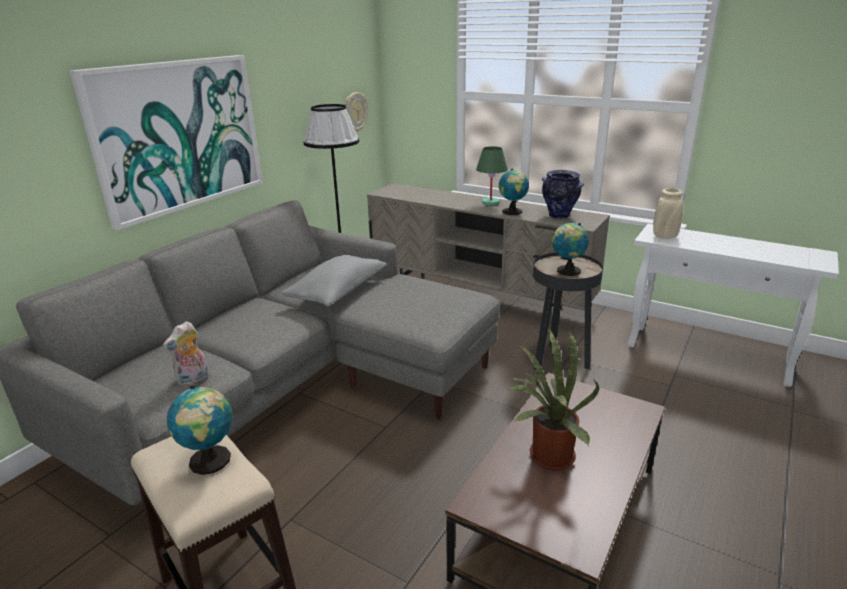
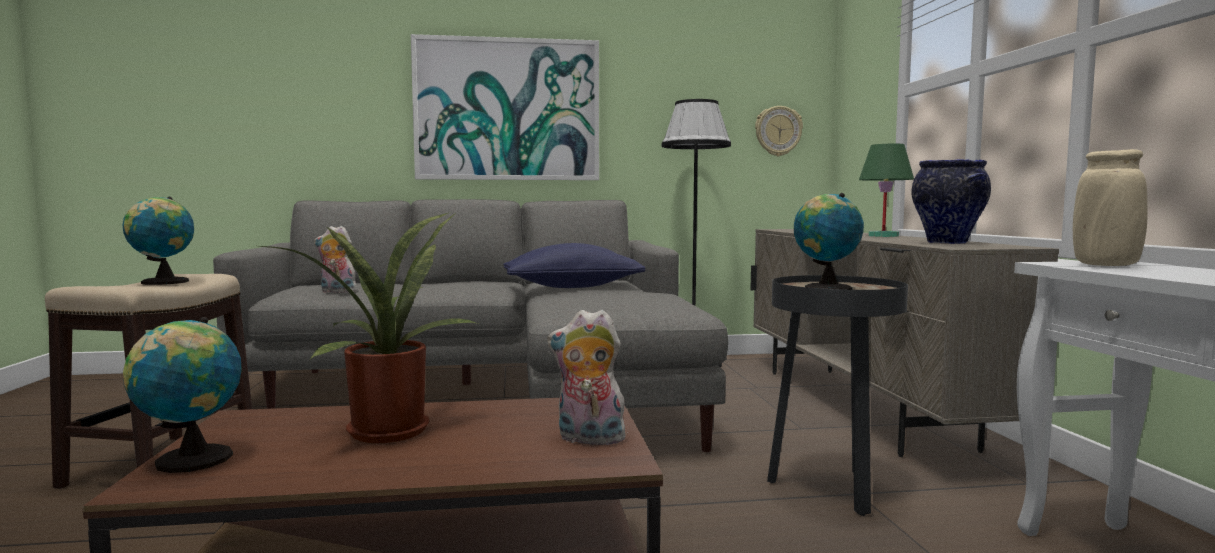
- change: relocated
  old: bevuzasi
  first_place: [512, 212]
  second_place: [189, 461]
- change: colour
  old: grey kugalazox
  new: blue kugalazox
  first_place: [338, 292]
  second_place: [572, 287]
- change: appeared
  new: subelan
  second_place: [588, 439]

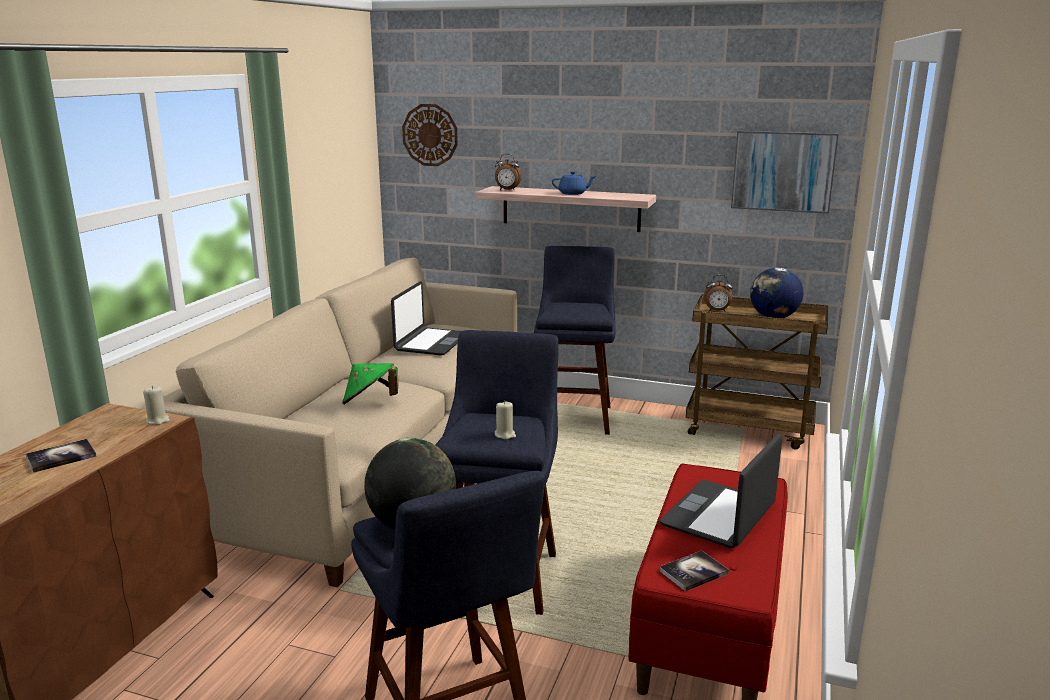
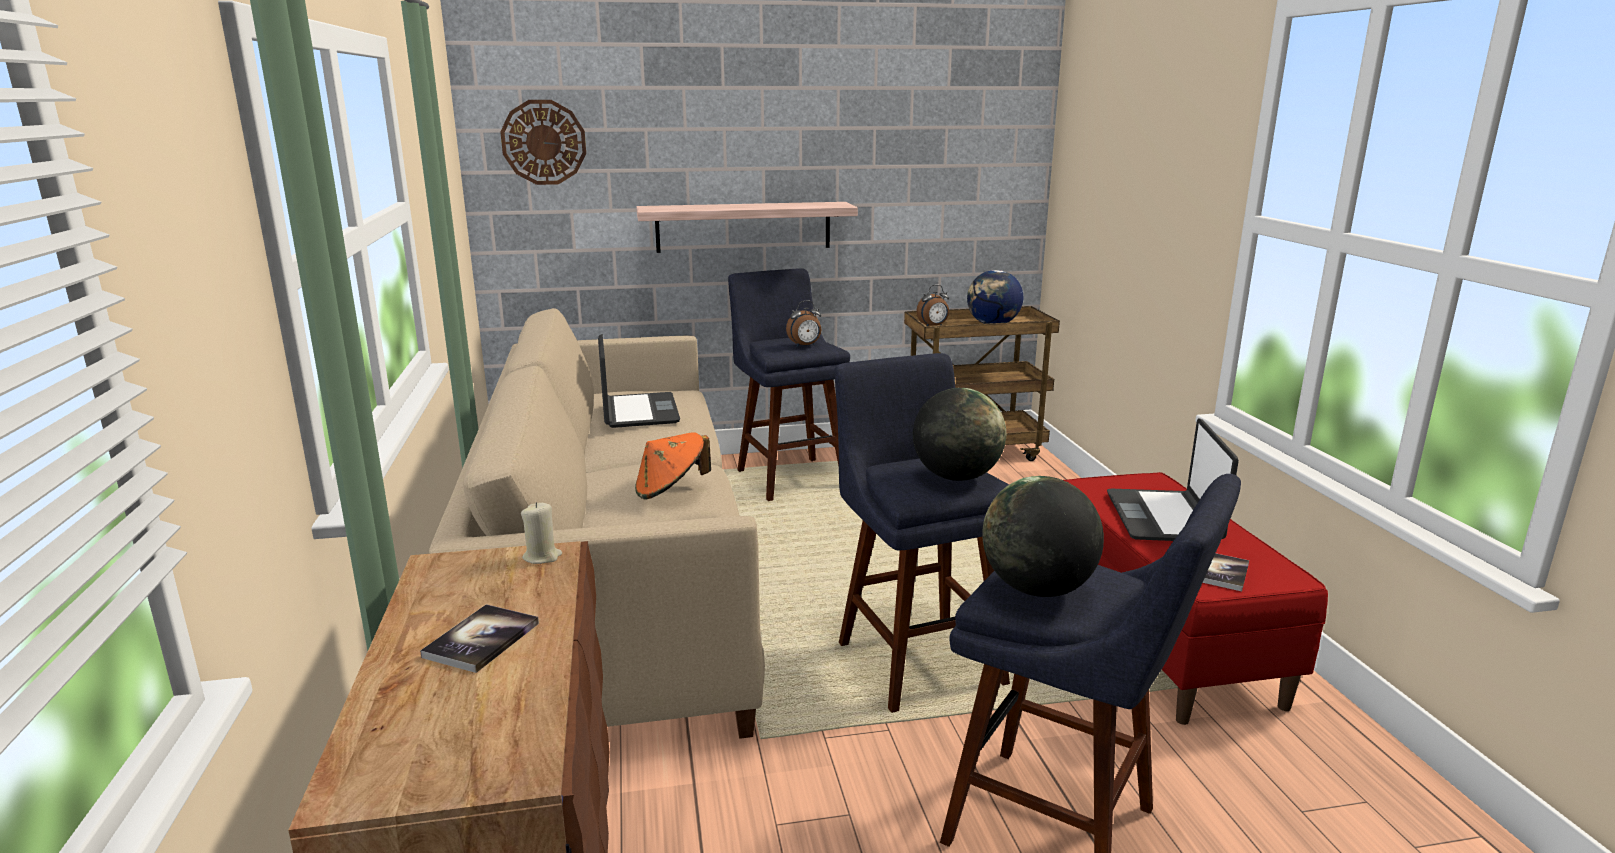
- change: missing
  old: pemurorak
  first_place: [783, 171]
- change: relocated
  old: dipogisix
  first_place: [507, 190]
  second_place: [805, 346]
- change: missing
  old: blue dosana
  first_place: [573, 193]
- change: colour
  old: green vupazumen
  new: orange vupazumen
  first_place: [369, 402]
  second_place: [671, 490]
- change: exchanged
  old: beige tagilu
  new: bevuzasi
  first_place: [505, 435]
  second_place: [956, 477]

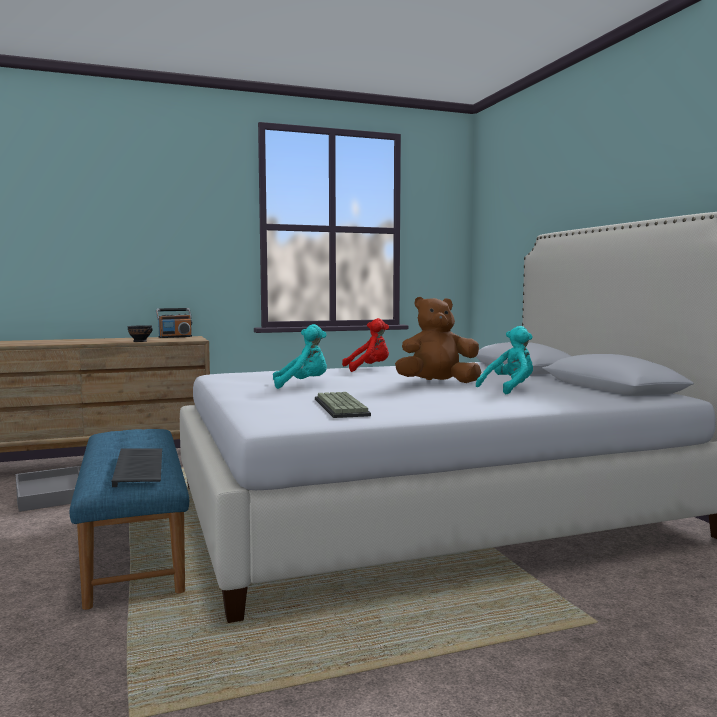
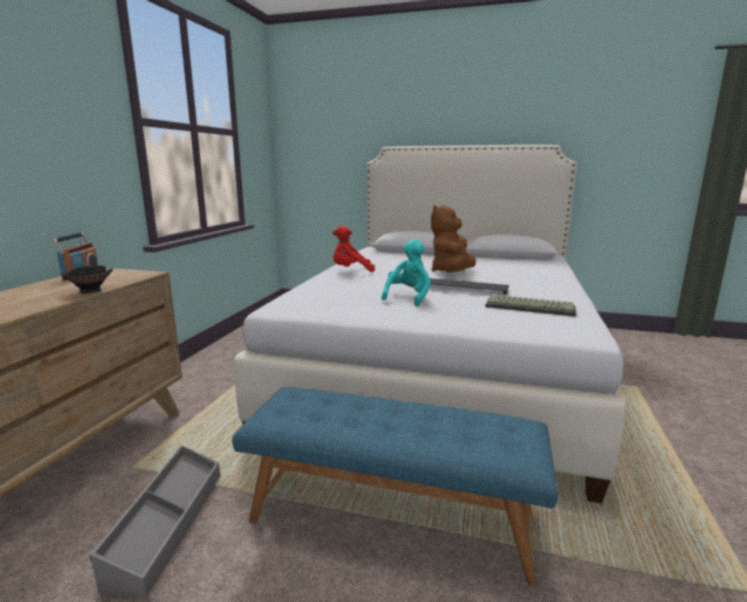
- change: spun
  old: red subelan
  first_place: [369, 369]
  second_place: [351, 271]
  degrees: -120
- change: missing
  old: turquoise subelan
  first_place: [510, 389]
- change: relocated
  old: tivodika
  first_place: [140, 468]
  second_place: [466, 287]

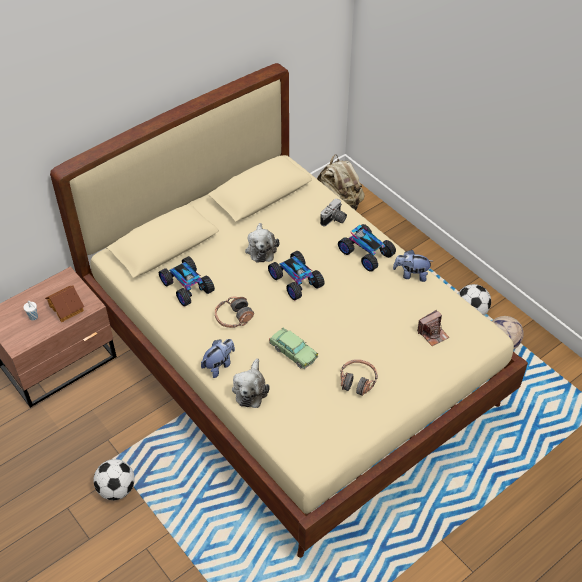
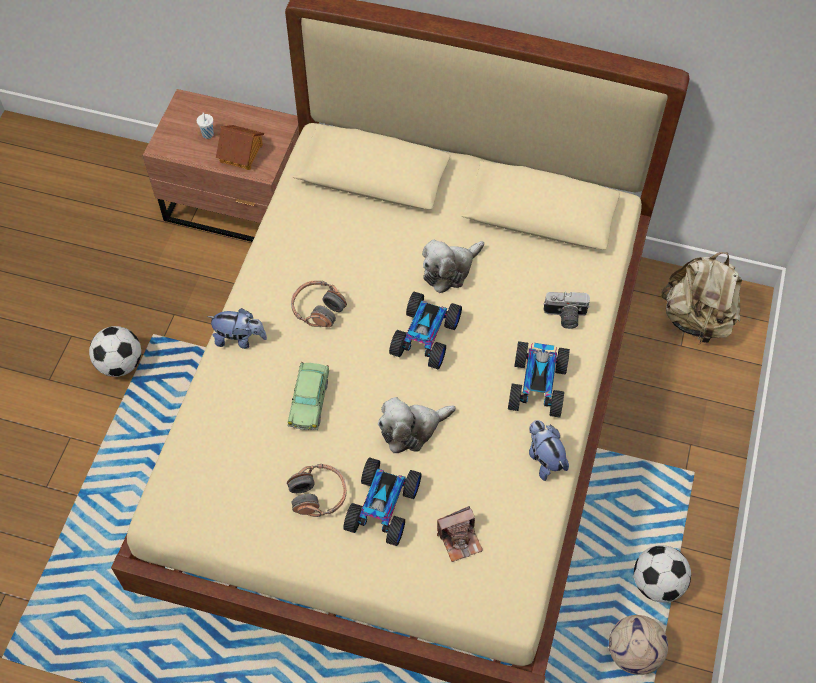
- change: relocated
  old: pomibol
  first_place: [187, 286]
  second_place: [384, 507]
- change: spun
  old: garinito
  first_place: [433, 334]
  second_place: [460, 539]
  degrees: -45
- change: relocated
  old: subelan
  first_place: [250, 389]
  second_place: [412, 429]

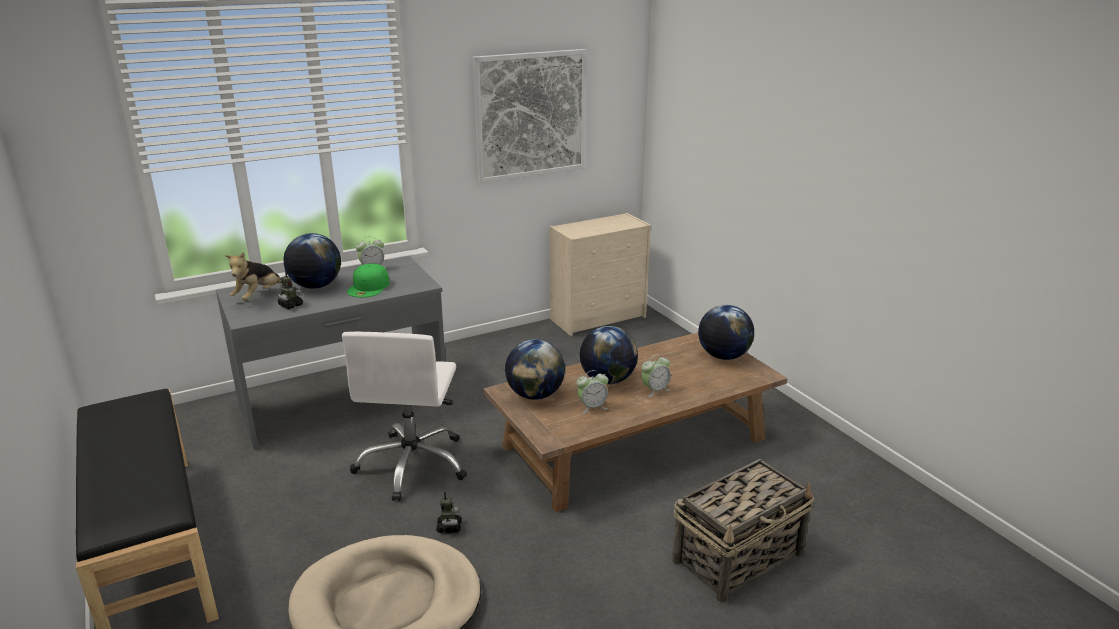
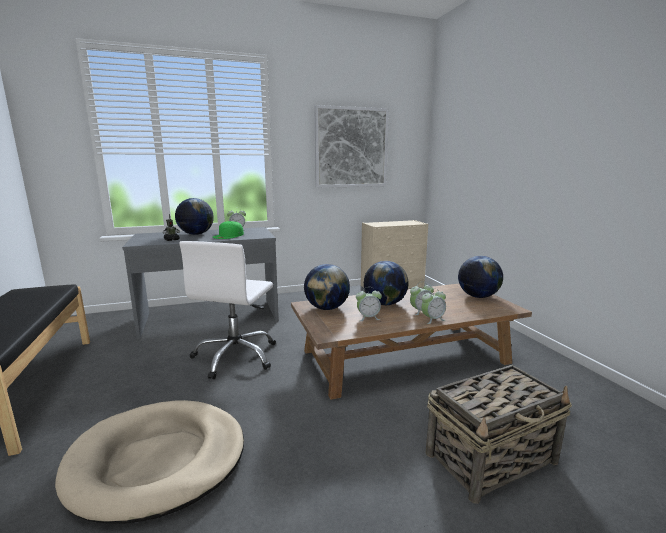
- change: missing
  old: subelan
  first_place: [258, 296]
- change: missing
  old: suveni
  first_place: [449, 528]
- change: appeared
  new: dipogisix
  second_place: [432, 319]

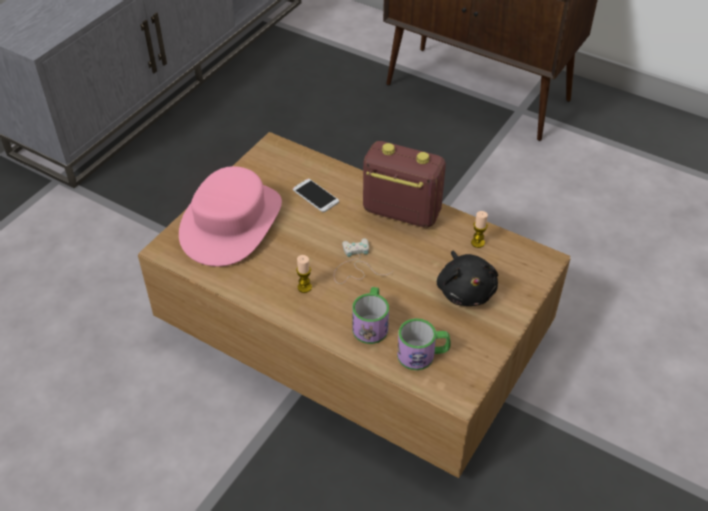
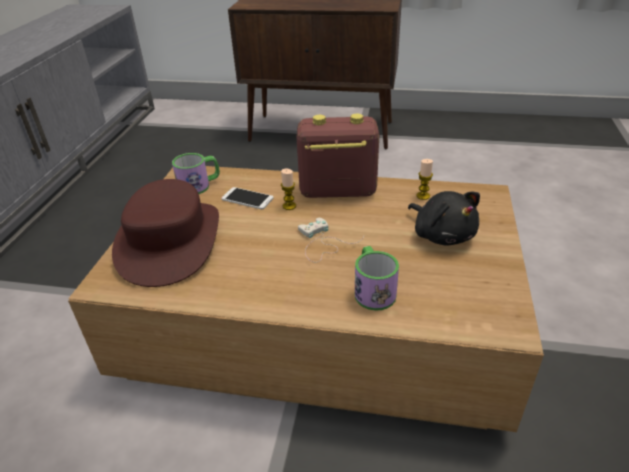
- change: colour
  old: pink vupazumen
  new: brown vupazumen
  first_place: [231, 222]
  second_place: [169, 241]
- change: relocated
  old: tagilu
  first_place: [304, 287]
  second_place: [289, 206]
- change: relocated
  old: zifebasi
  first_place: [422, 355]
  second_place: [199, 185]

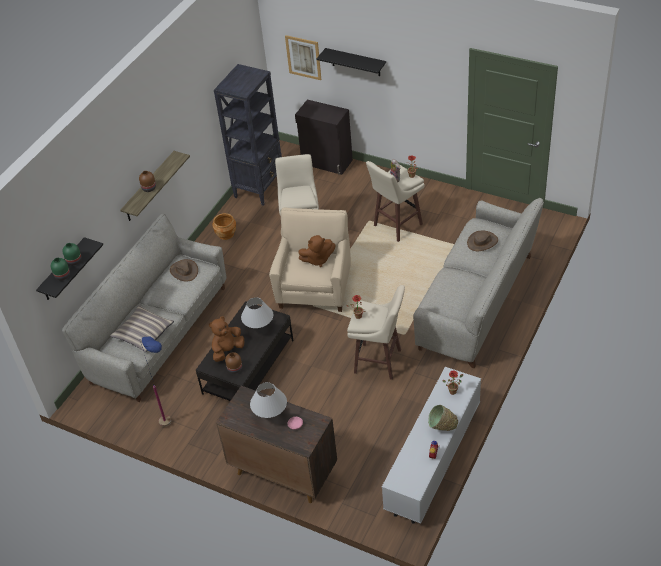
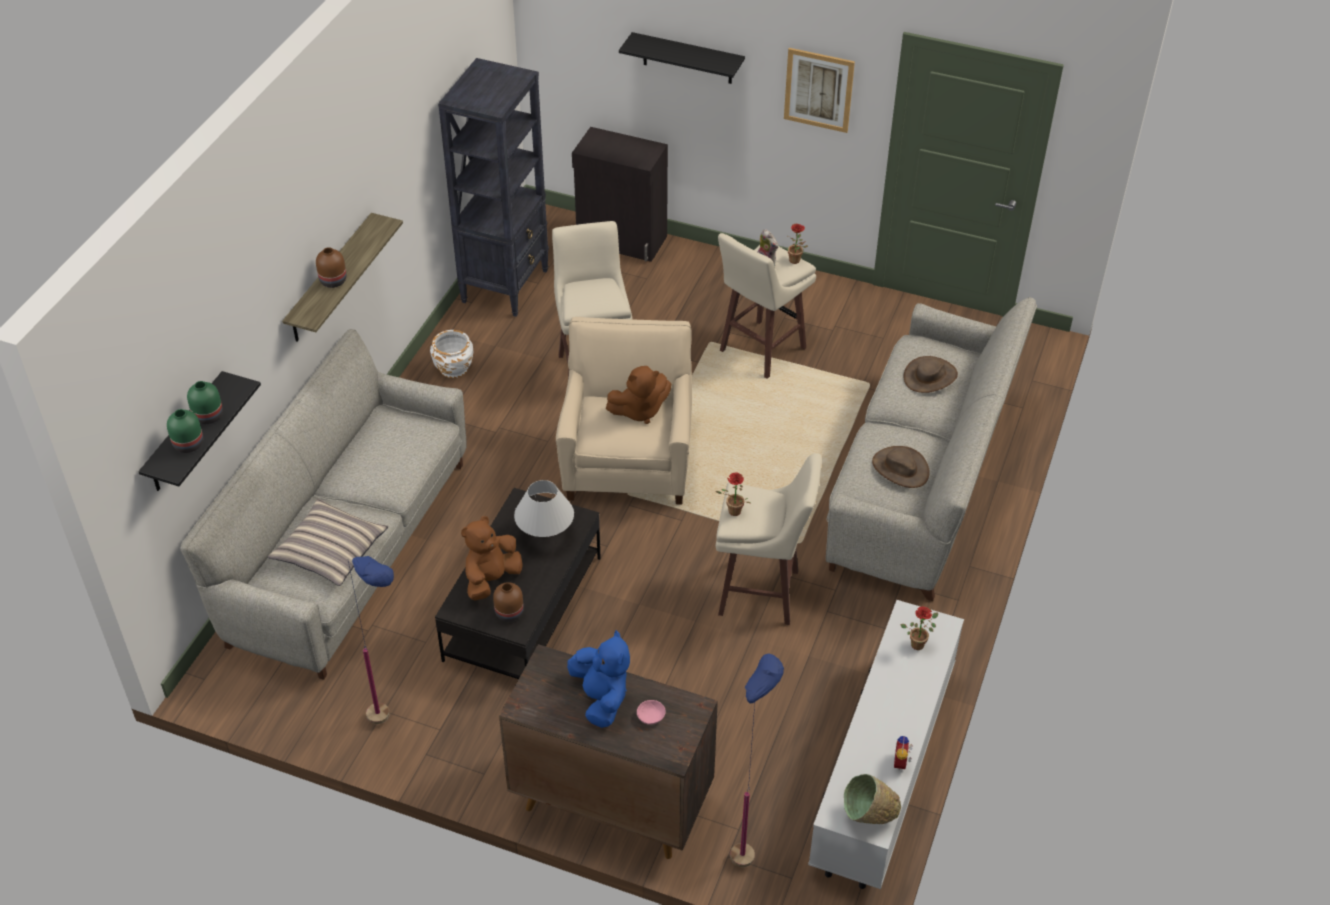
- change: relocated
  old: pemurorak
  first_place: [303, 57]
  second_place: [818, 90]
- change: colour
  old: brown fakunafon
  new: white fakunafon
  first_place: [226, 234]
  second_place: [453, 368]
- change: relocated
  old: brown vupazumen
  first_place: [184, 271]
  second_place: [900, 468]
- change: exchanged
  old: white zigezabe
  new: blue subelan
  first_place: [270, 415]
  second_place: [601, 698]
- change: relocated
  old: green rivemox
  first_place: [442, 427]
  second_place: [868, 817]
- change: appeared
  new: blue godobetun
  second_place: [749, 842]

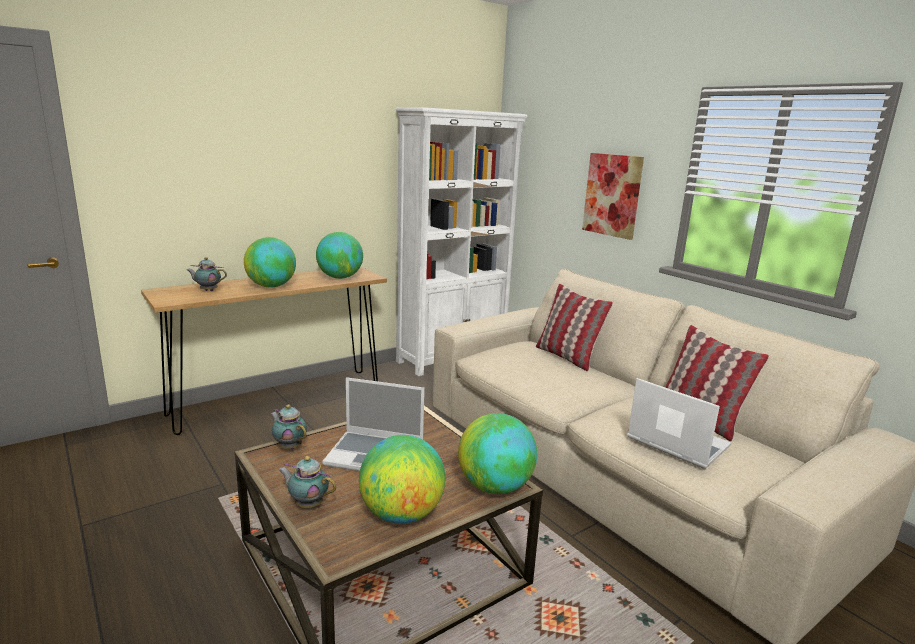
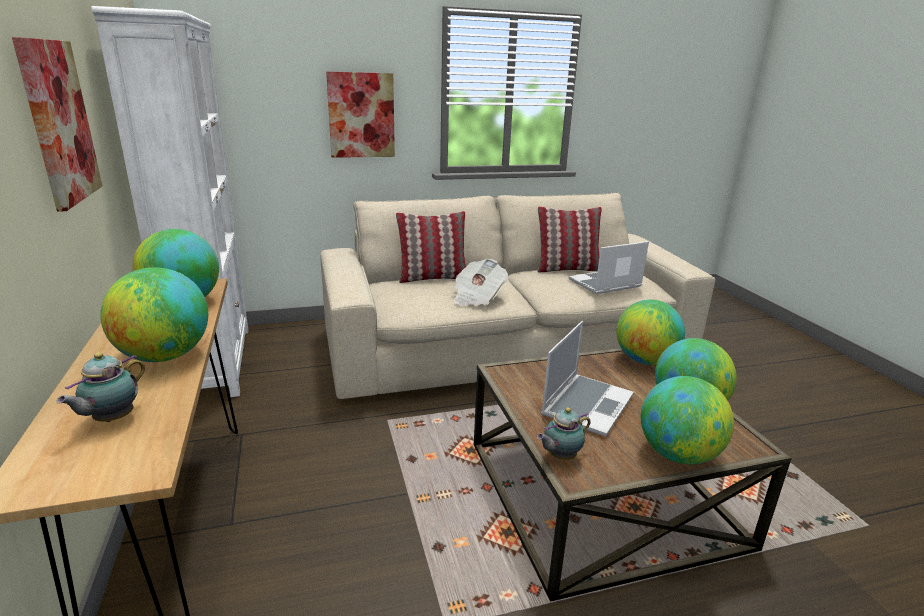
- change: exchanged
  old: dosana
  new: bevuzasi
  first_place: [307, 504]
  second_place: [678, 454]
- change: appeared
  new: pemurorak
  second_place: [59, 122]
- change: appeared
  new: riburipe
  second_place: [477, 297]

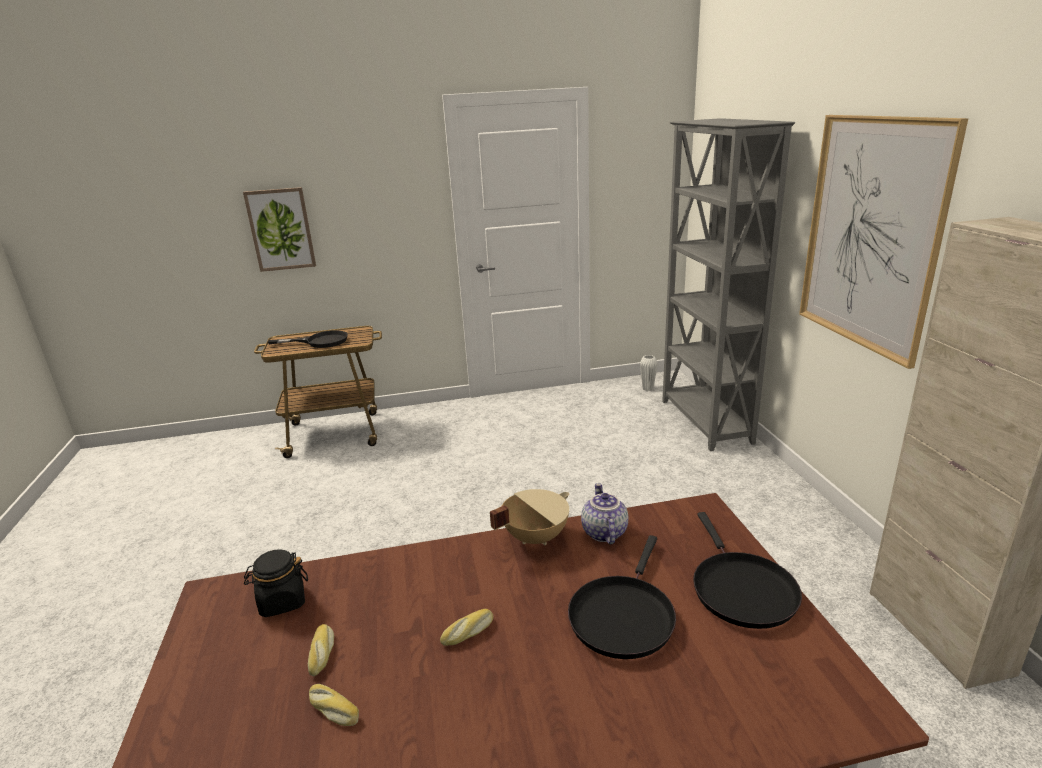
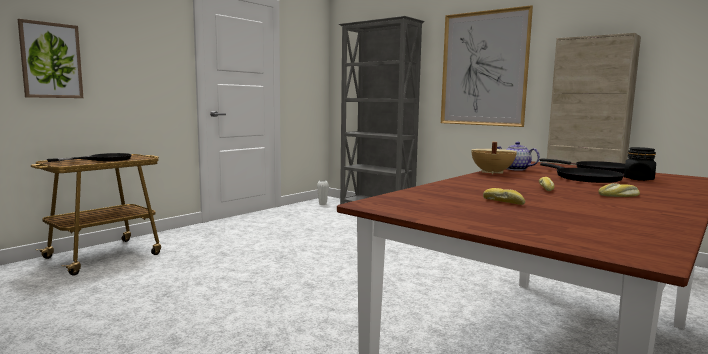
- change: relocated
  old: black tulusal
  first_place: [282, 601]
  second_place: [638, 179]
- change: relocated
  old: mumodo
  first_place: [332, 710]
  second_place: [619, 196]

